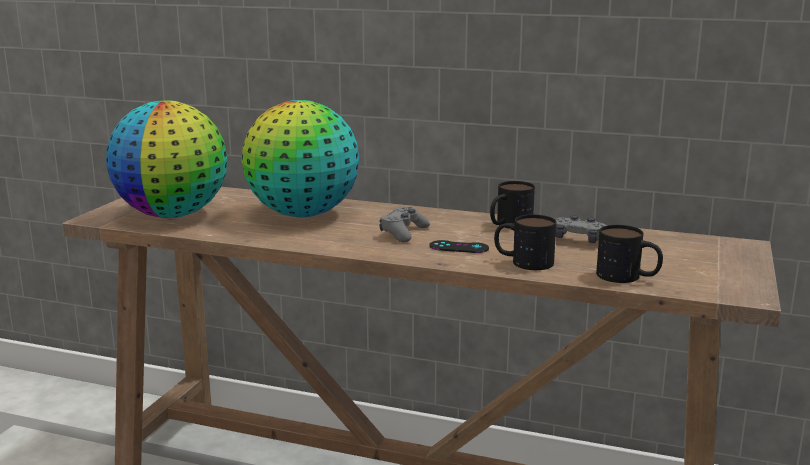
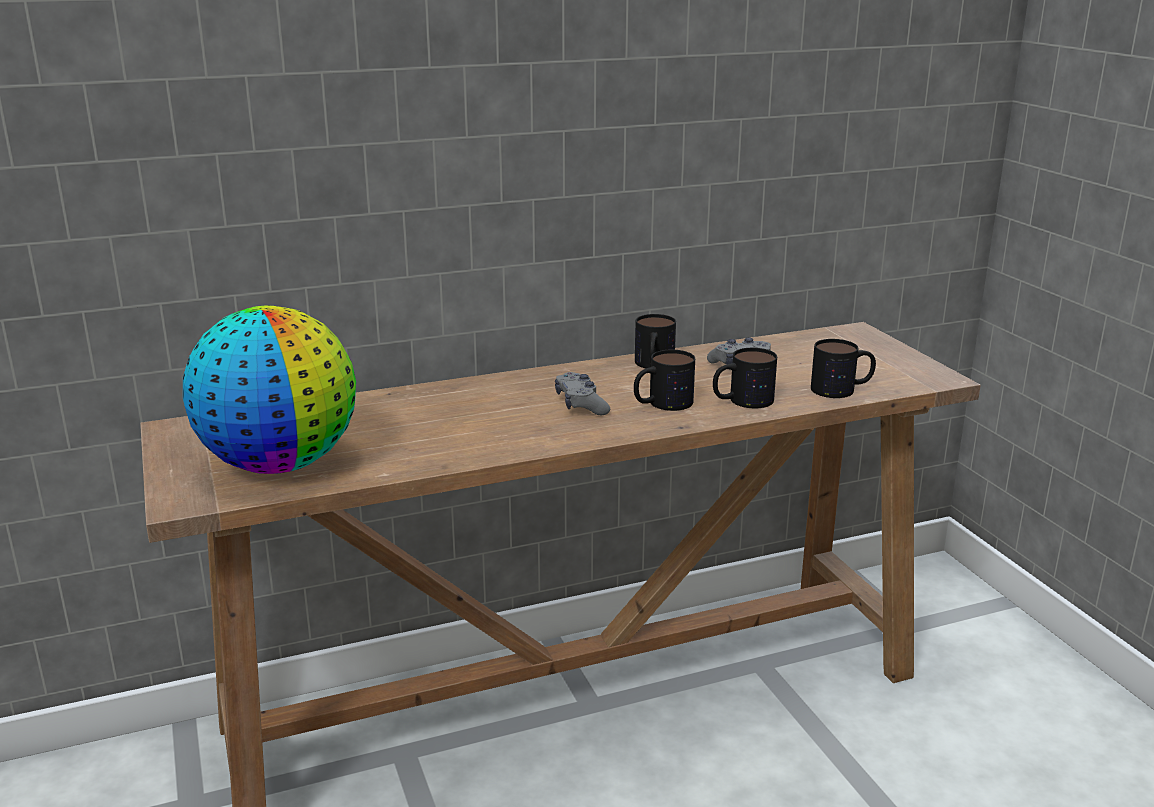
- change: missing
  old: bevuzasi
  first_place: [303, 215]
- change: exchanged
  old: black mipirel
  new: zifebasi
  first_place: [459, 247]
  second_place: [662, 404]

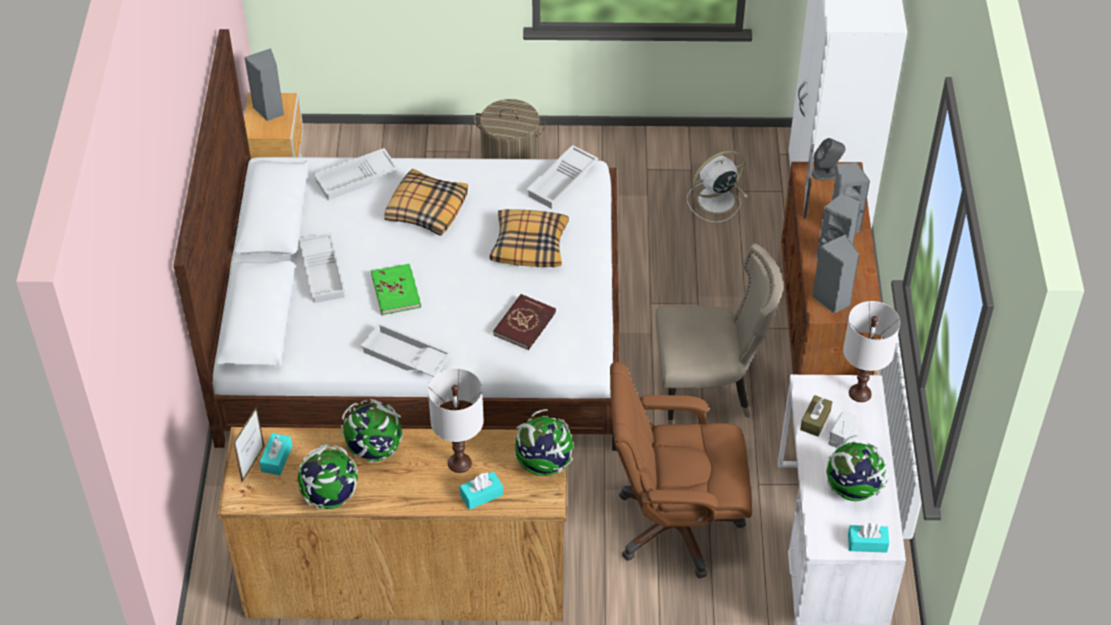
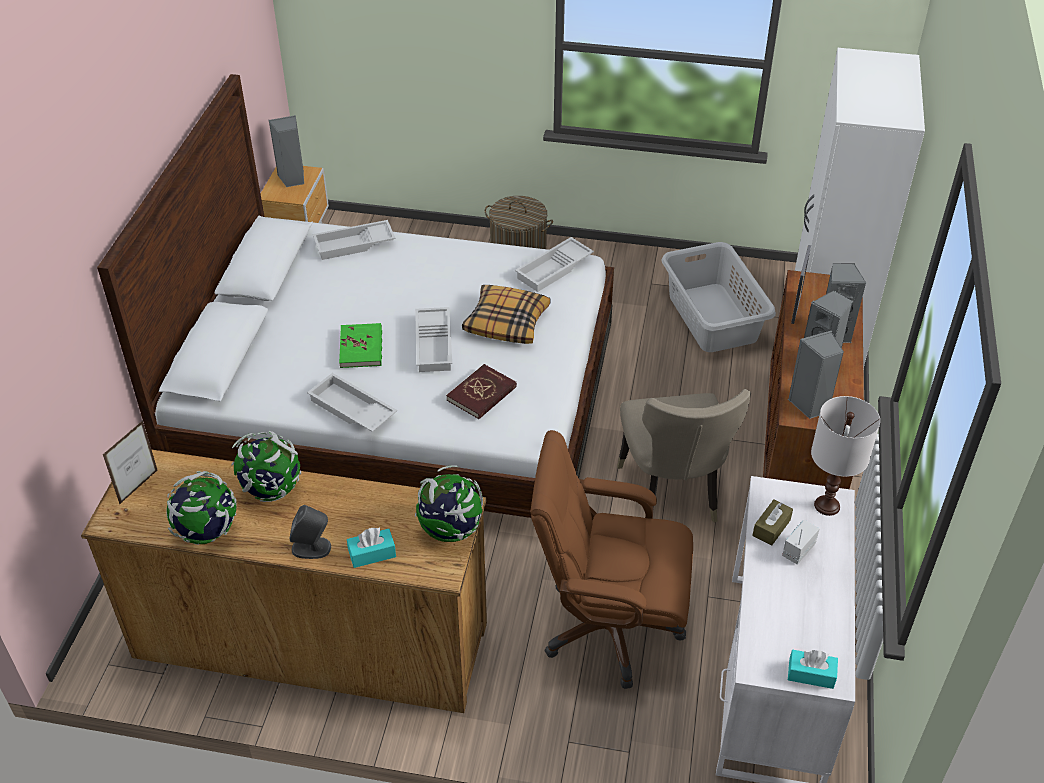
- change: relocated
  old: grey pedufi
  first_place: [826, 172]
  second_place: [312, 548]
- change: exchanged
  old: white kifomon
  new: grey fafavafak
  first_place: [714, 201]
  second_place: [712, 318]
- change: missing
  old: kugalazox
  first_place: [426, 209]
- change: relocated
  old: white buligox
  first_place: [324, 272]
  second_place: [435, 344]
- change: spun
  old: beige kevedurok
  first_place: [709, 392]
  second_place: [672, 496]
  degrees: 75
- change: missing
  old: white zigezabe
  first_place: [460, 462]
- change: missing
  old: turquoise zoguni
  first_place: [276, 459]
- change: missing
  old: bevuzasi
  first_place: [853, 489]

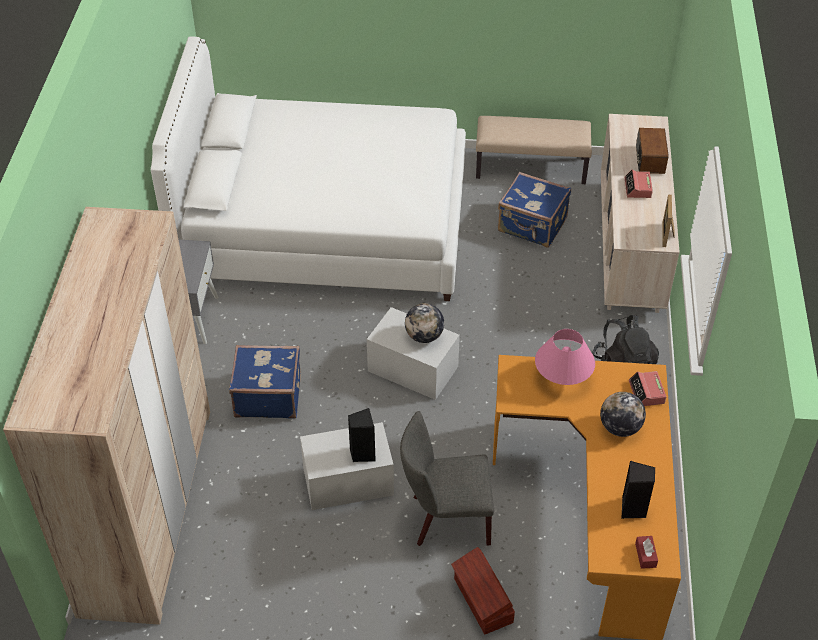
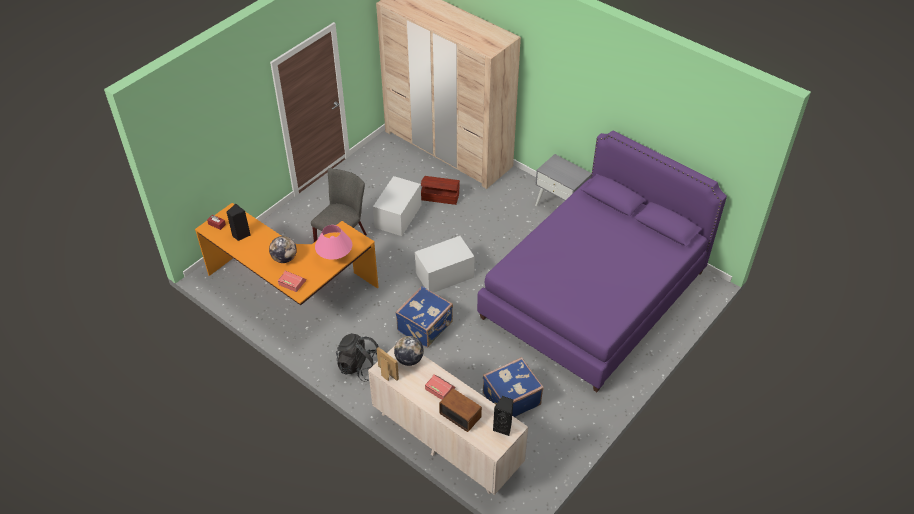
- change: colour
  old: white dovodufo
  new: purple dovodufo
  first_place: [324, 225]
  second_place: [593, 294]
- change: missing
  old: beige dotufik
  first_place: [531, 167]
- change: relocated
  old: bevuzasi
  first_place: [424, 336]
  second_place: [409, 359]
- change: relocated
  old: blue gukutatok
  first_place: [267, 395]
  second_place: [426, 327]
- change: relocated
  old: black pedufi
  first_place: [362, 453]
  second_place: [503, 427]
- change: relocated
  old: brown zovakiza
  first_place: [482, 601]
  second_place: [440, 196]

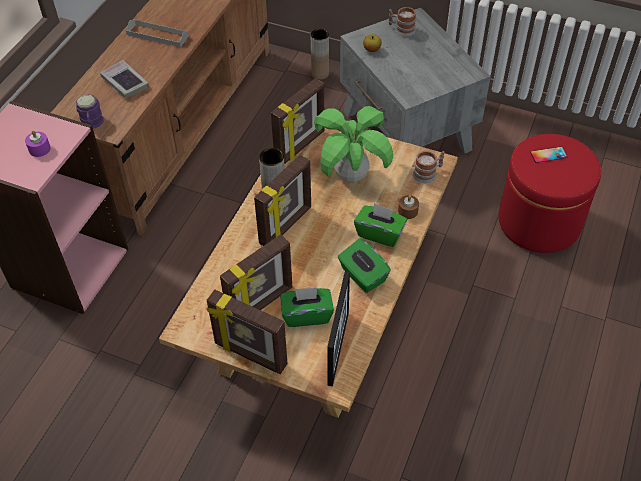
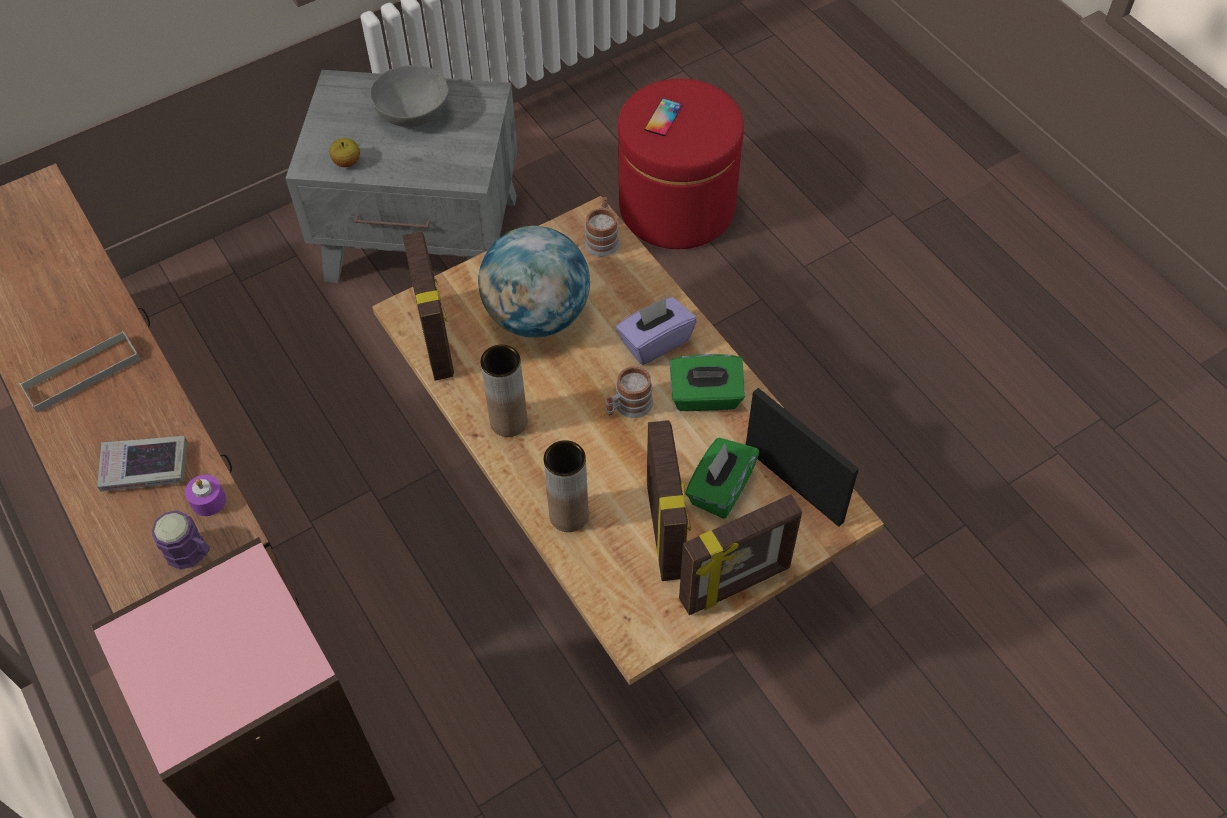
- change: relocated
  old: zifebasi
  first_place: [401, 29]
  second_place: [628, 406]
- change: relocated
  old: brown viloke
  first_place: [320, 74]
  second_place: [569, 515]
- change: exchanged
  old: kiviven
  new: bevuzasi
  first_place: [351, 176]
  second_place: [537, 316]
- change: relocated
  old: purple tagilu
  first_place: [39, 149]
  second_place: [208, 501]
- change: missing
  old: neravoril
  first_place: [286, 226]
- change: missing
  old: brown tagilu
  first_place: [408, 211]
- change: colour
  old: green zoguni
  new: purple zoguni
  first_place: [380, 233]
  second_place: [655, 342]
- change: appeared
  new: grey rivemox
  second_place: [413, 114]

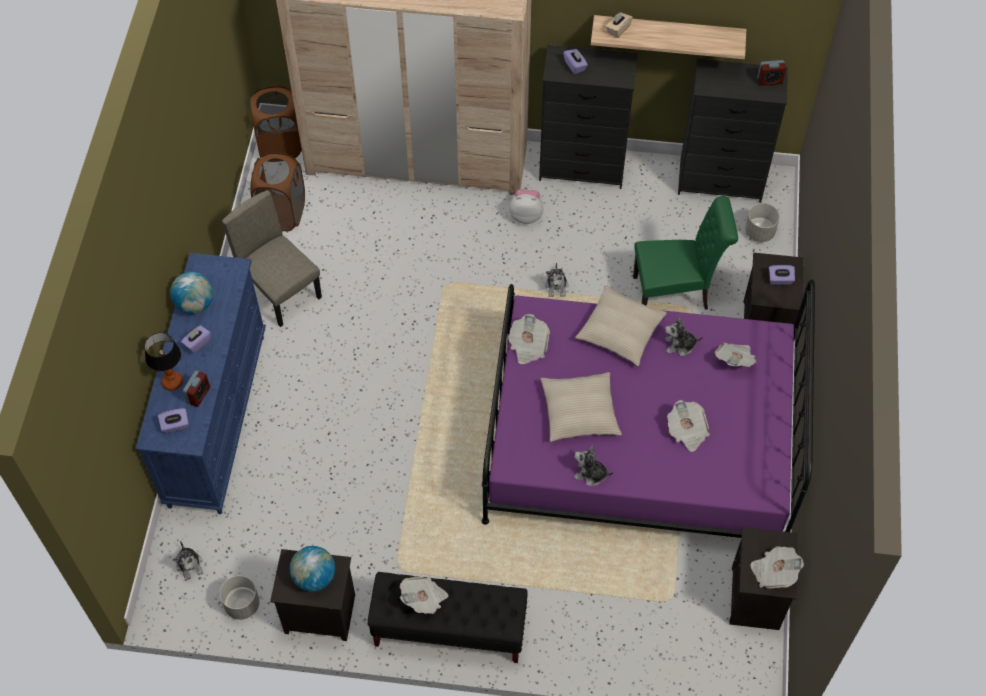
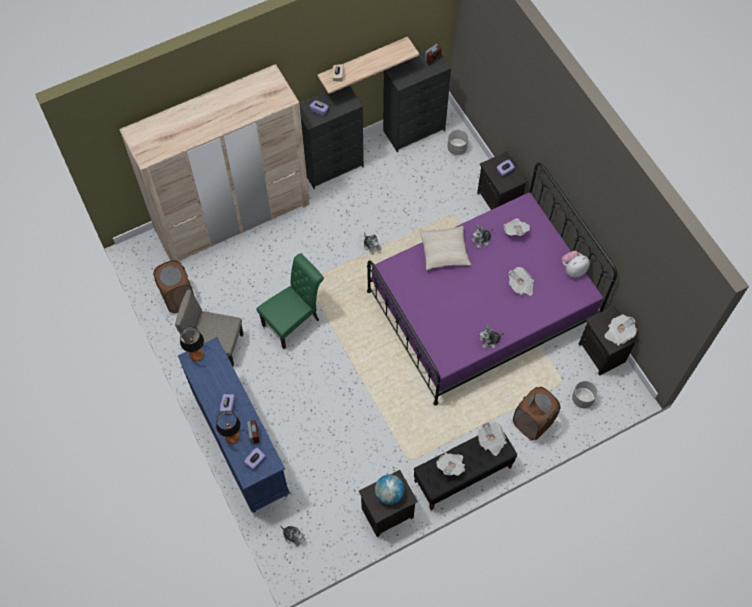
- change: relocated
  old: brown fafavafak
  first_place: [280, 146]
  second_place: [533, 422]
- change: relocated
  old: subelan
  first_place: [526, 215]
  second_place: [573, 269]
- change: relocated
  old: green kevedurok
  first_place: [676, 293]
  second_place: [294, 321]
- change: missing
  old: bevuzasi
  first_place: [195, 304]
- change: relocated
  old: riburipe
  first_place: [528, 346]
  second_place: [491, 441]
- change: missing
  old: beige kugalazox
  first_place: [579, 411]
- change: relocated
  old: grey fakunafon
  first_place: [242, 605]
  second_place: [582, 399]
- change: appeared
  new: zigezabe
  second_place: [197, 355]

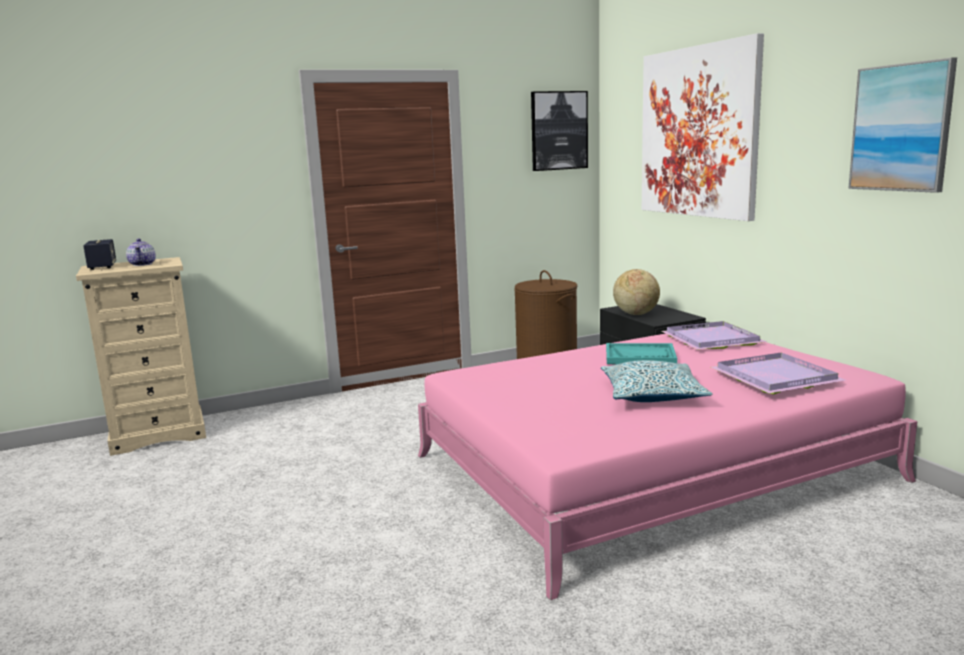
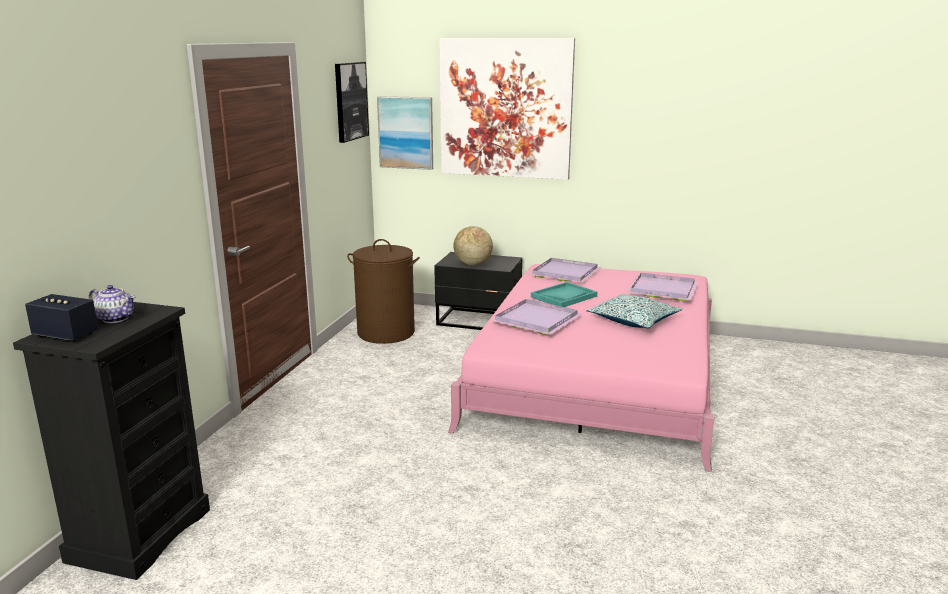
- change: relocated
  old: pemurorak
  first_place: [901, 128]
  second_place: [406, 132]
- change: colour
  old: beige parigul
  new: black parigul
  first_place: [159, 435]
  second_place: [140, 534]
- change: appeared
  new: purple buligox
  second_place: [536, 319]

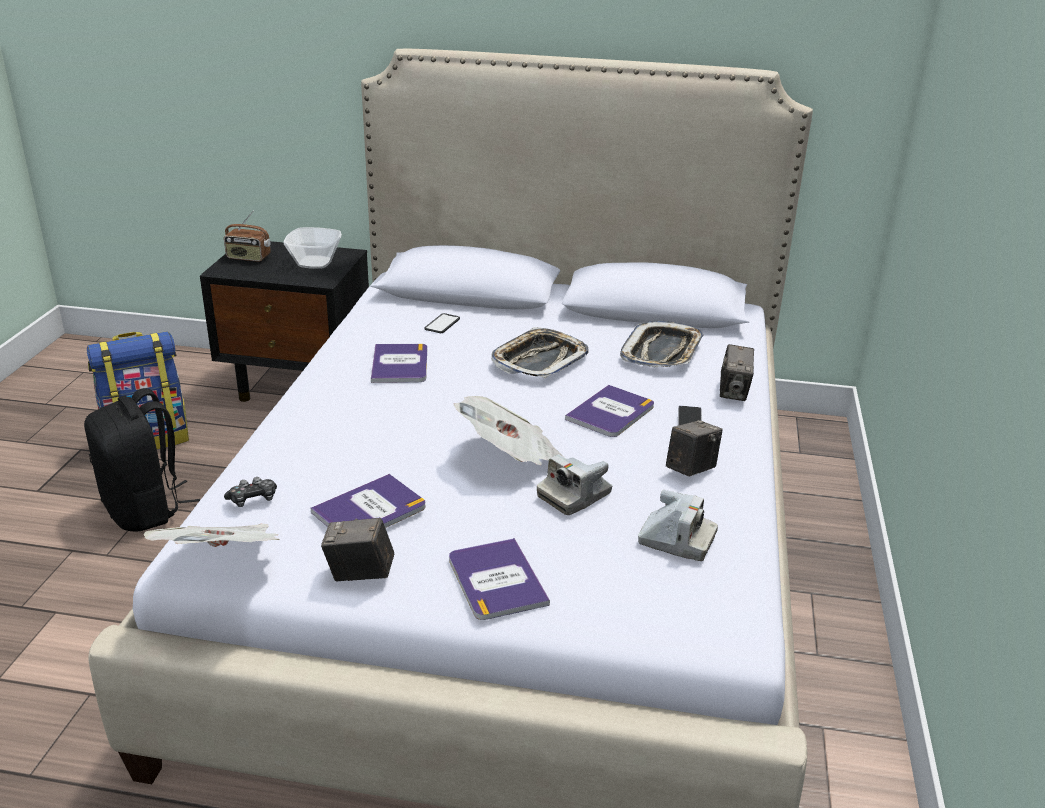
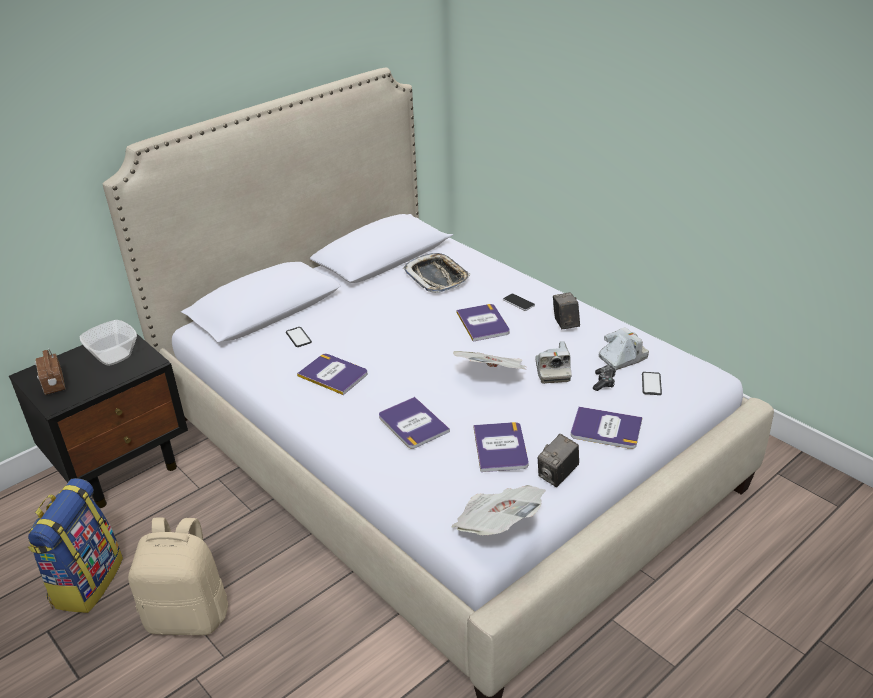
- change: spun
  old: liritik
  first_place: [248, 258]
  second_place: [53, 384]
  degrees: 105
- change: missing
  old: buligox
  first_place: [539, 360]
- change: missing
  old: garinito
  first_place: [734, 392]
- change: colour
  old: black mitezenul
  new: beige mitezenul
  first_place: [145, 509]
  second_place: [189, 615]
- change: relocated
  old: mipirel
  first_place: [253, 499]
  second_place: [604, 382]
- change: appeared
  new: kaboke
  second_place: [651, 384]
- change: appeared
  new: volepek
  second_place: [413, 424]

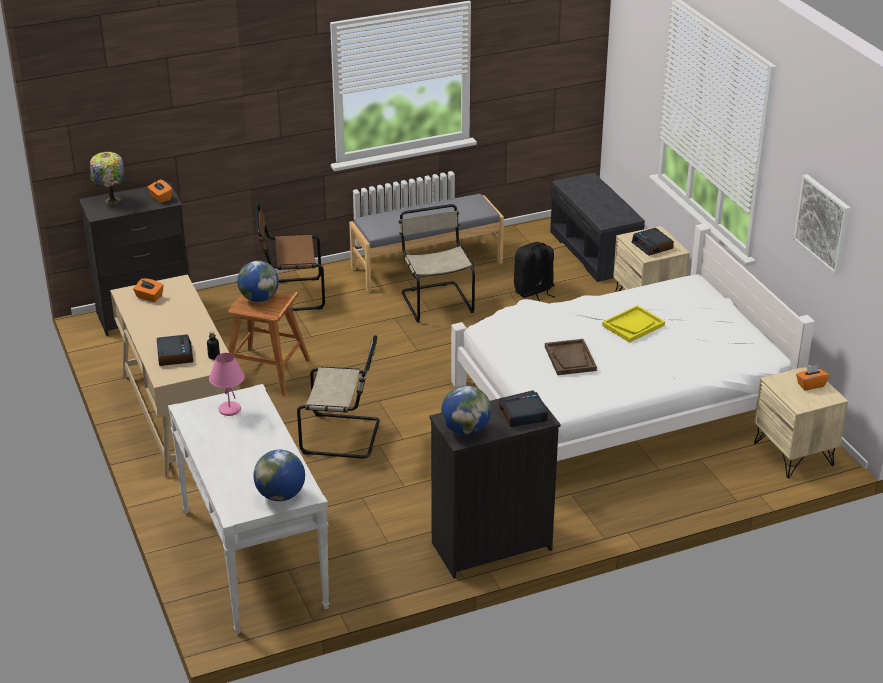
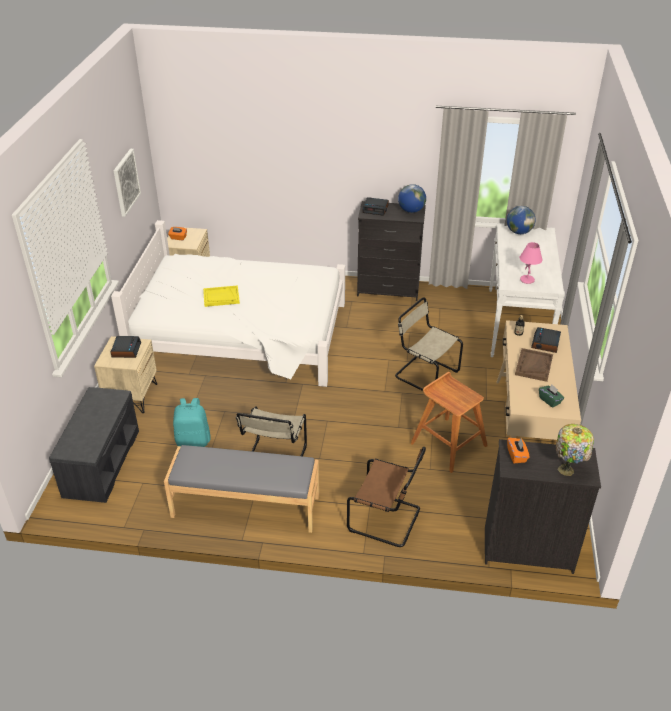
- change: colour
  old: black mitezenul
  new: turquoise mitezenul
  first_place: [534, 291]
  second_place: [193, 440]
- change: missing
  old: bevuzasi
  first_place: [259, 298]
- change: colour
  old: orange zoguni
  new: green zoguni
  first_place: [149, 297]
  second_place: [550, 400]
- change: relocated
  old: brown buligox
  first_place: [570, 359]
  second_place: [533, 366]

